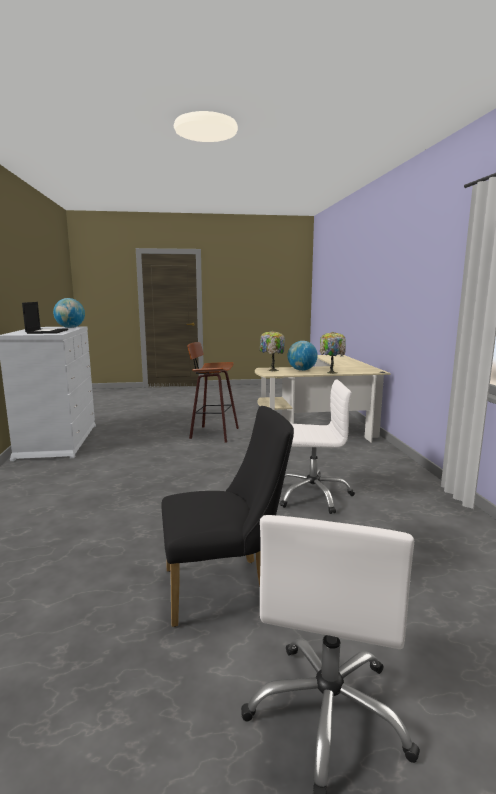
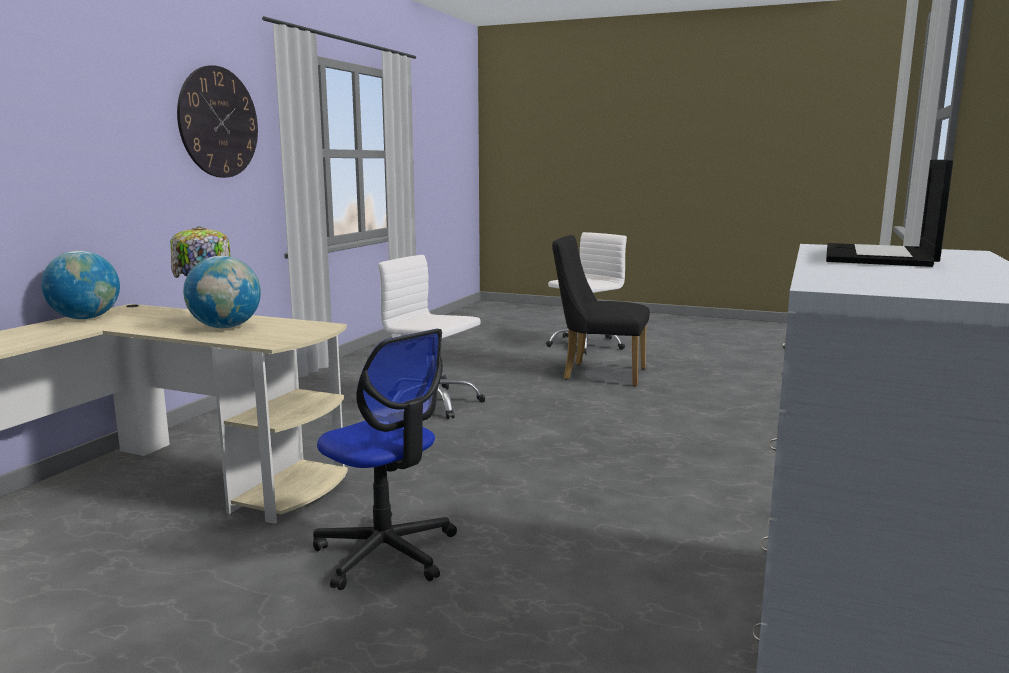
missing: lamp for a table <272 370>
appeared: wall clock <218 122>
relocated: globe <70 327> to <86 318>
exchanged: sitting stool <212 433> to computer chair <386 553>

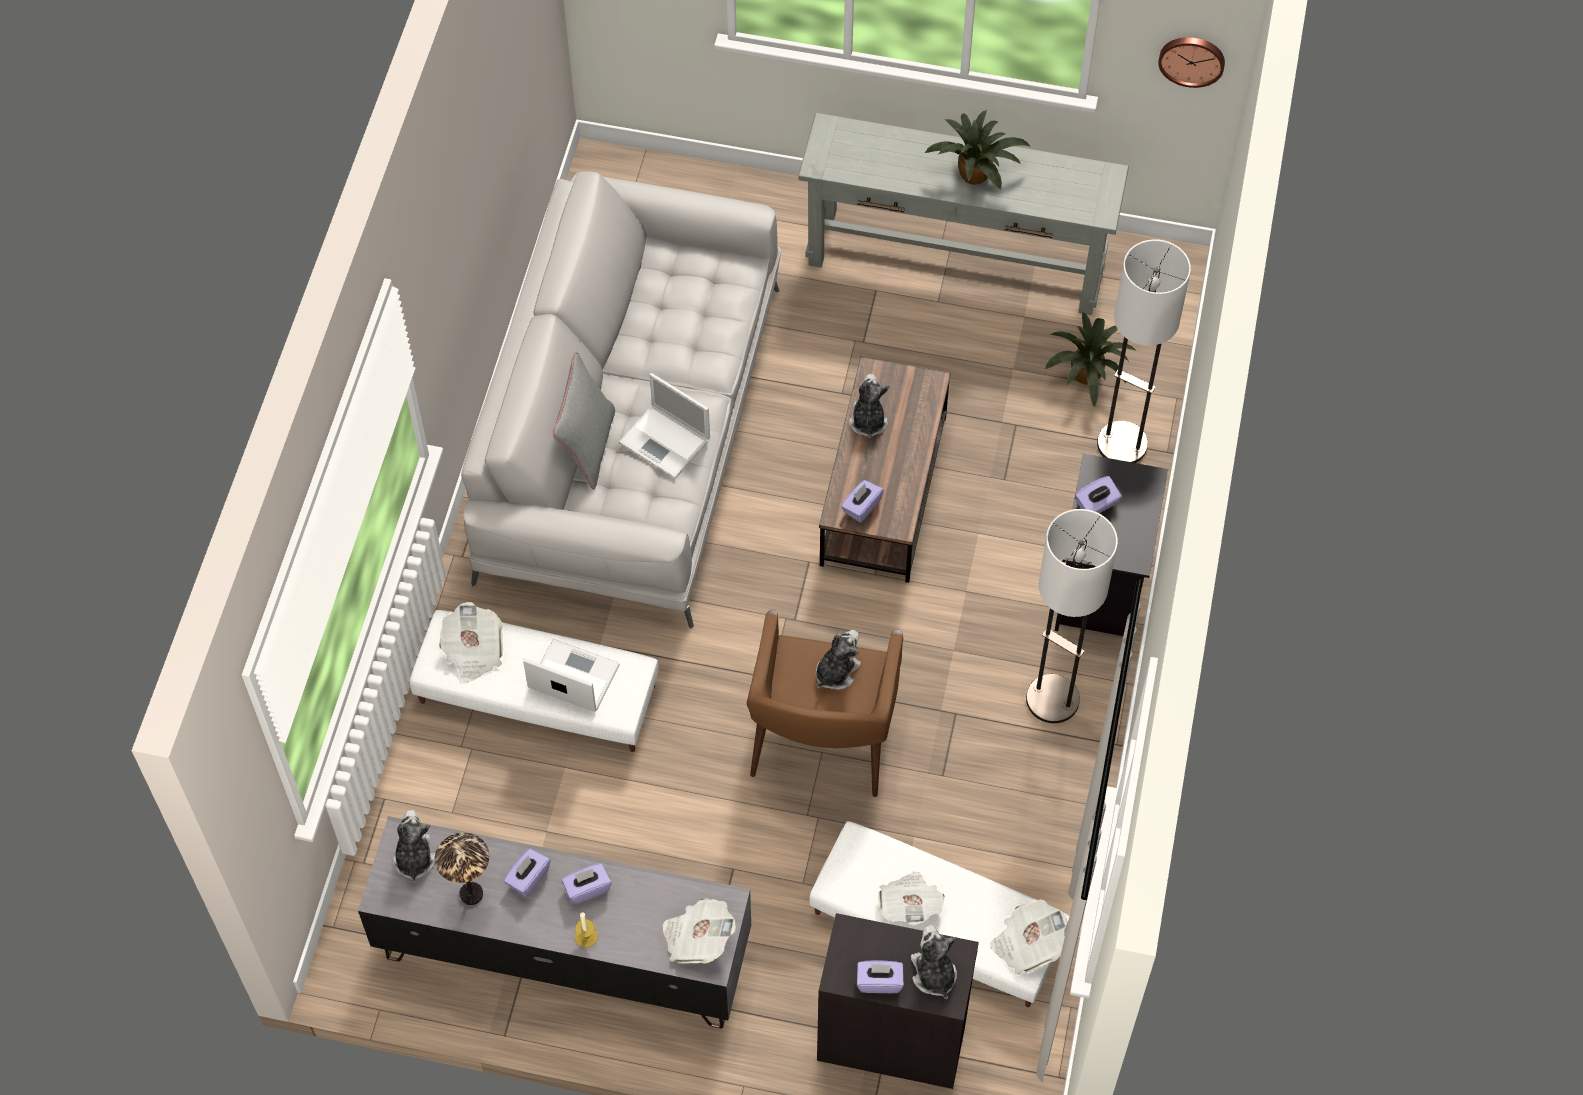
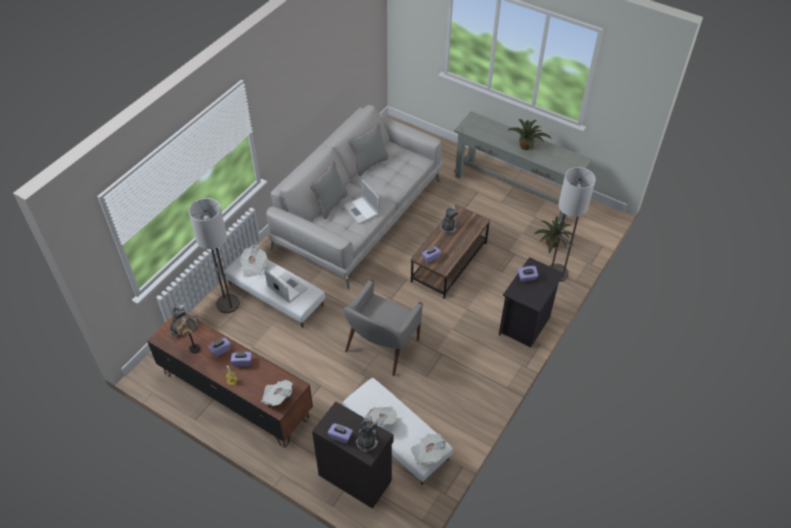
missing: soft toy <836 671>; wall clock <1192 59>
appeared: gray pillow <369 164>
relocated: standing lamp <1053 699> to <228 304>
colour: gray tv stand <563 952> to brownish tv stand <235 395>; brownish lounge chair <822 740> to gray lounge chair <381 347>

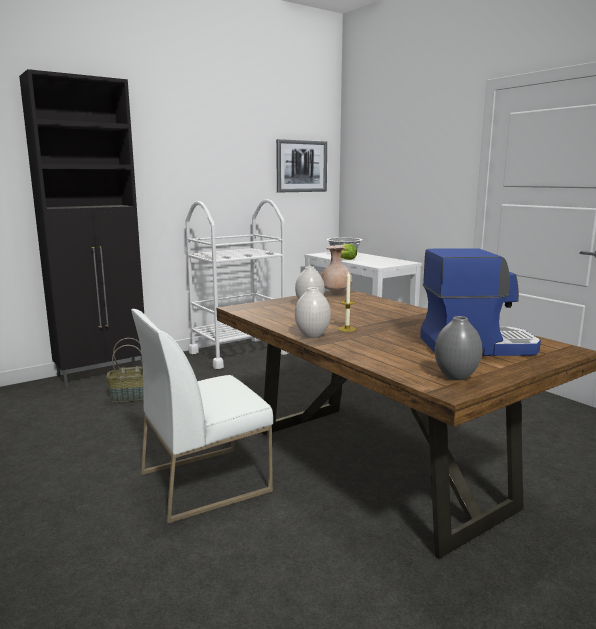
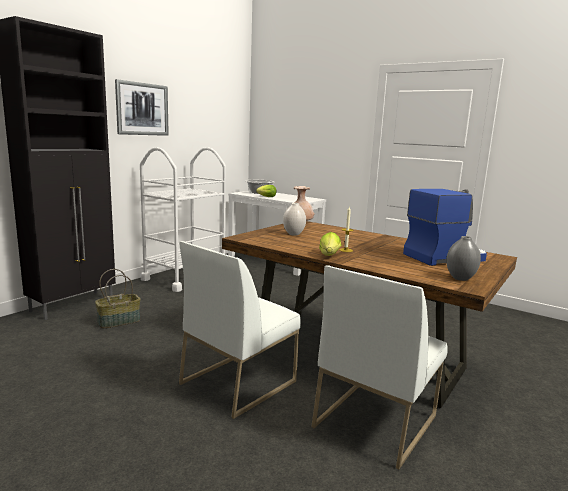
appeared: white-coloured plain chair <374 420>
relocated: picture <301 166> to <142 109>
exchanged: white-coloured decorative vase <313 336> to lettuce head <329 256>

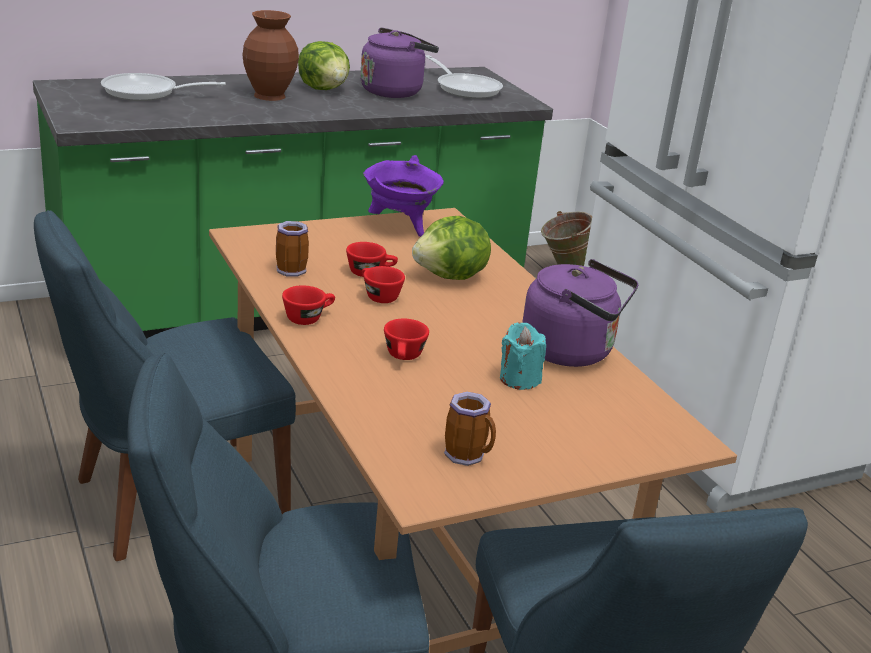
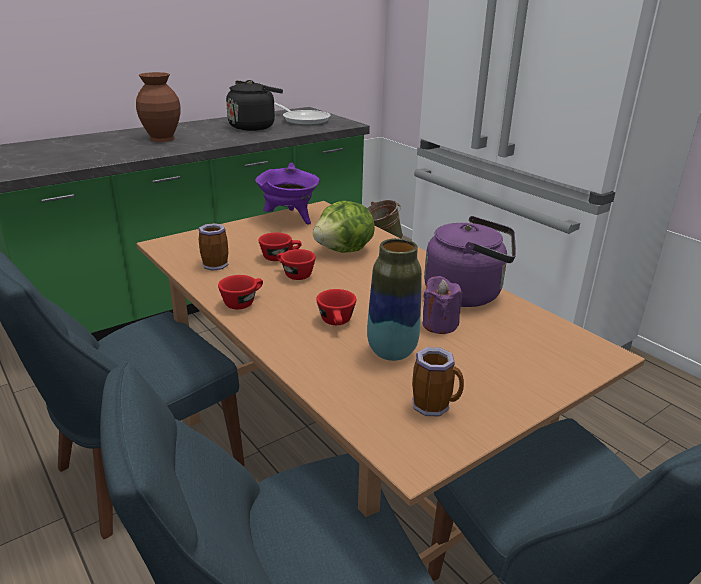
missing: pan <146 93>; lettuce head <324 89>
appeared: decorative vase <392 352>
colour: purplish kettle <394 91> to black kettle <254 126>; turquoise-coloured wax candle <519 379> to purplish wax candle <439 325>

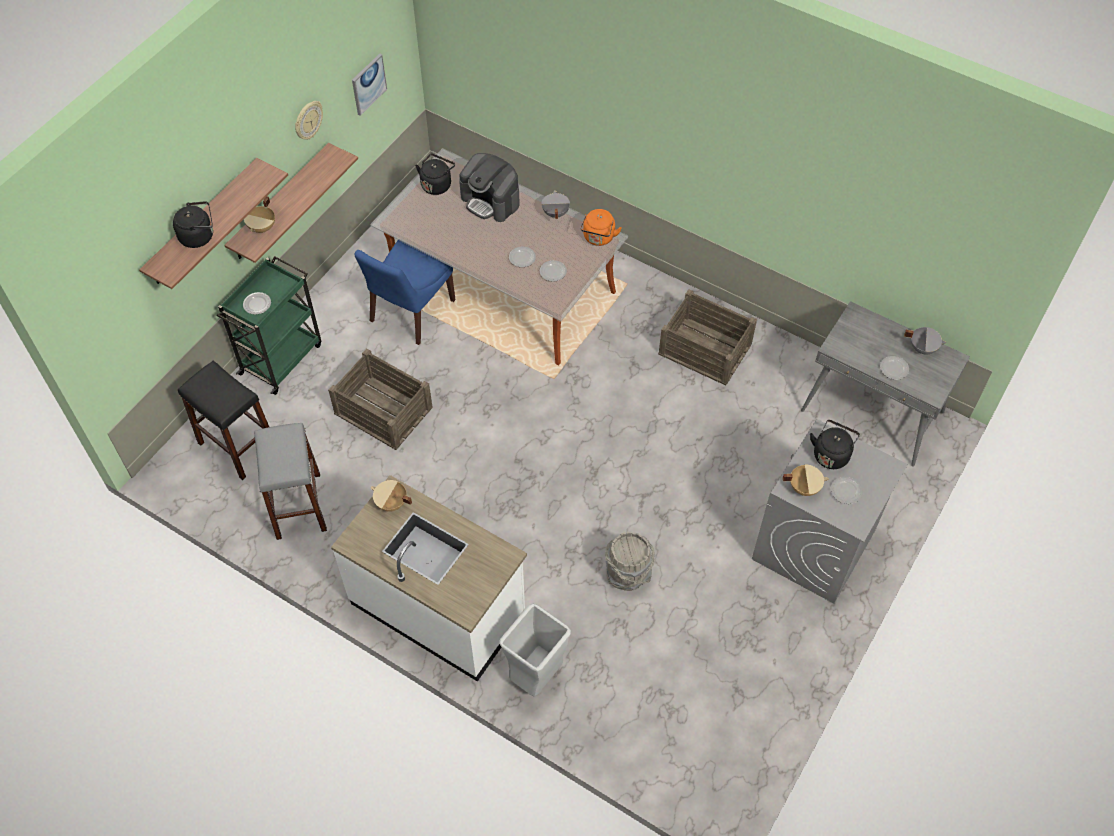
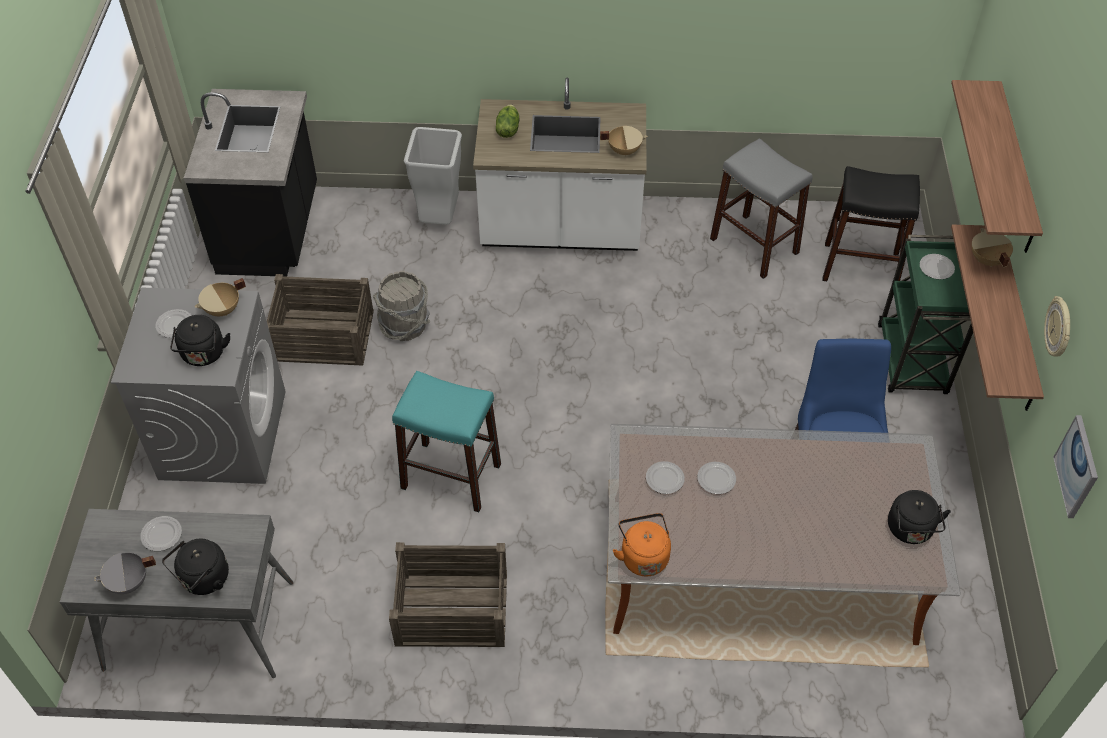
missing: coffee maker <491 201>; gray saucepot <555 213>
appeared: black counter <271 231>; turquoise-coloured sitting stool <451 476>; lettuce head <507 130>
relocated: black kettle <199 236> to <203 580>; shipping crate <383 410> to <323 336>

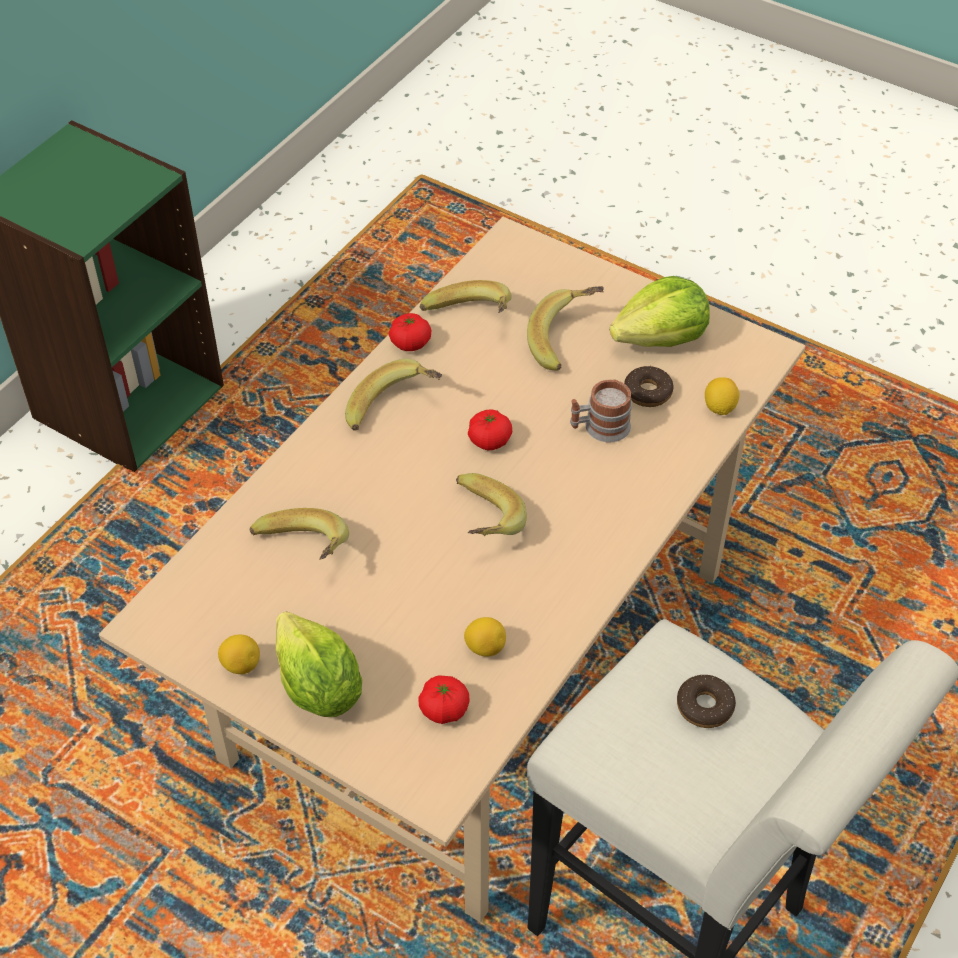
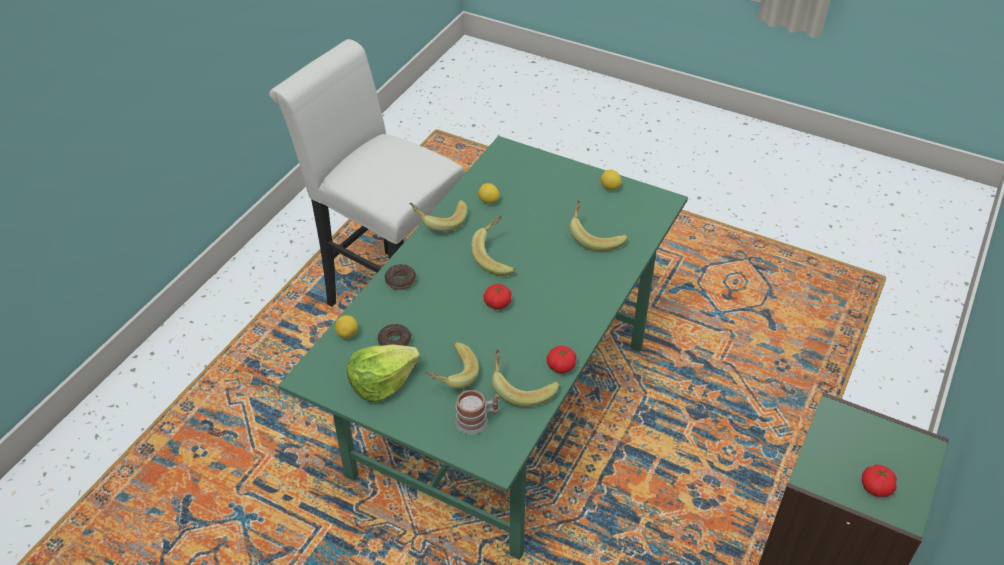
missing: lettuce head <318 688>
relocated: donut <704 706> to <400 280>; whole banana <394 410> to <439 221>; mug <599 427> to <477 420>; whole tomato <444 709> to <876 487>
colour: beige dining table <478 661> to greenish dining table <502 411>

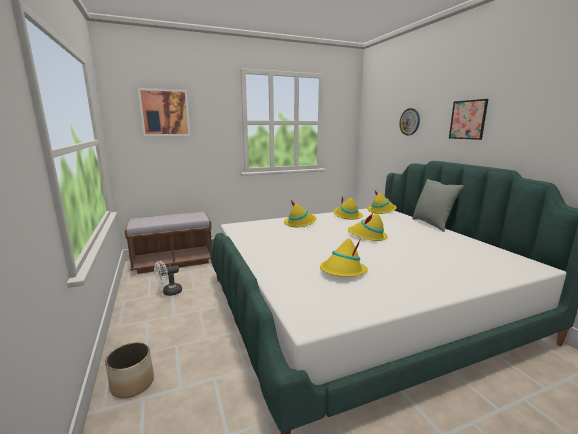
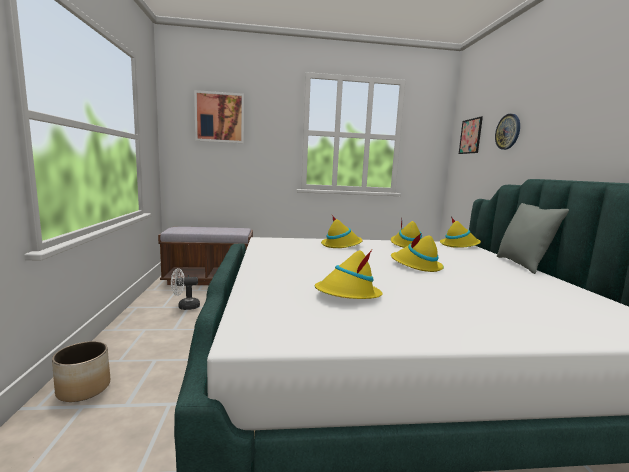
relocated: picture <467 119> to <470 136>

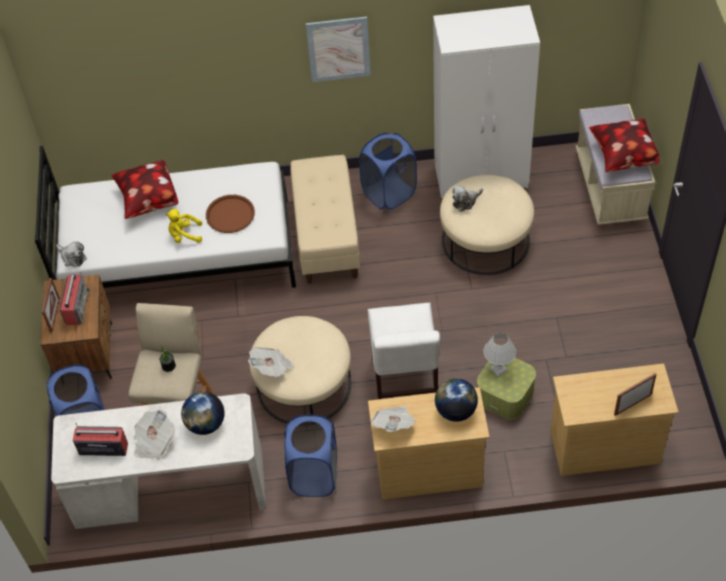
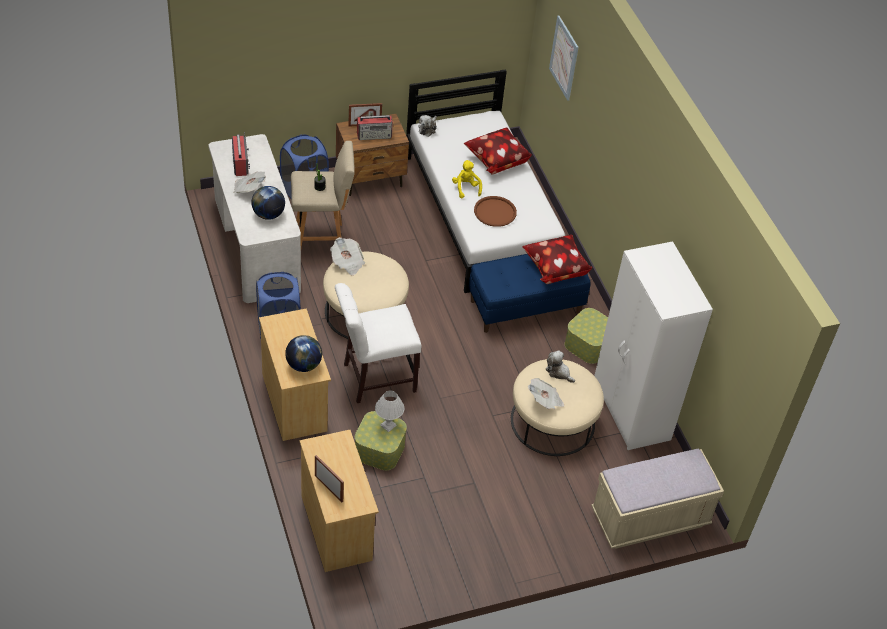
relocated: pillow <622 158> to <554 269>; daily paper <394 424> to <545 401>; picture <338 49> to <564 58>
exchanged: bluish hamper <389 193> to storage container <588 344>
colour: beige bench <326 236> to bluish bench <525 306>

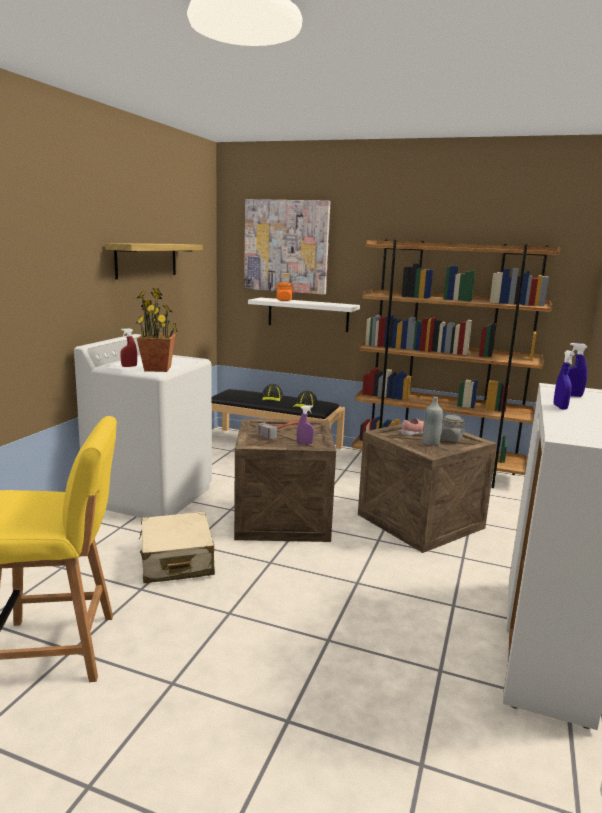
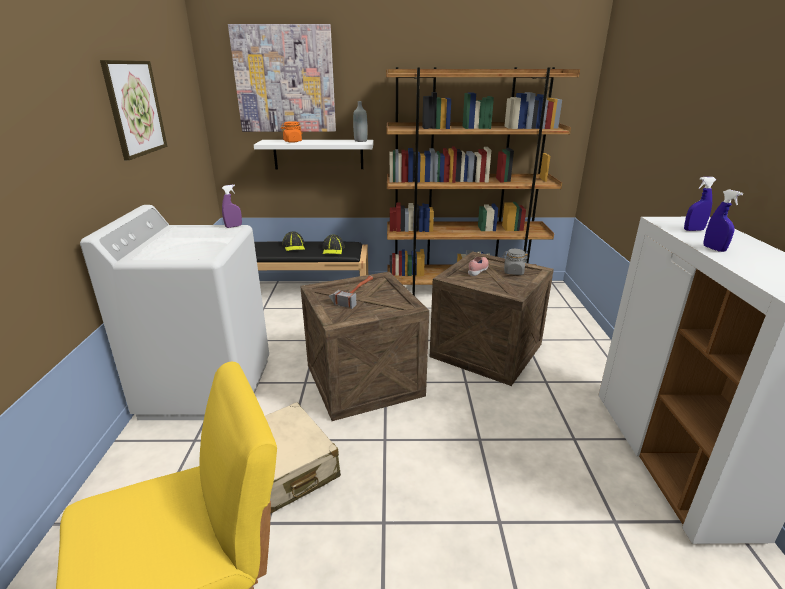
missing: red hand sprayer <129 366>; potted plant <158 369>
relocated: purplish hand sprayer <304 444> to <233 226>; gray drink bottle <430 443> to <360 141>
exchanged: shelf <146 260> to picture <135 108>

